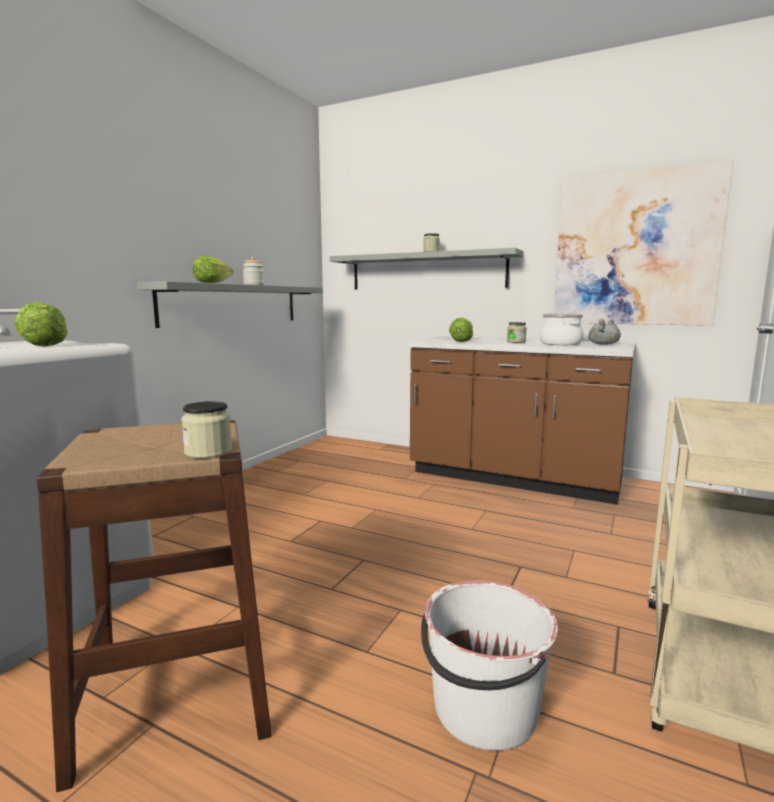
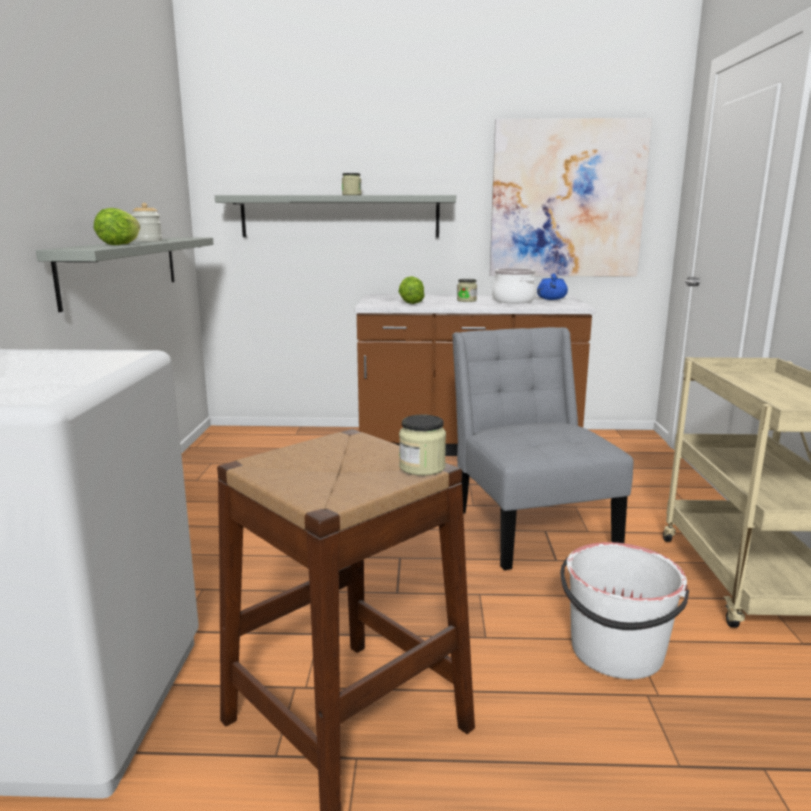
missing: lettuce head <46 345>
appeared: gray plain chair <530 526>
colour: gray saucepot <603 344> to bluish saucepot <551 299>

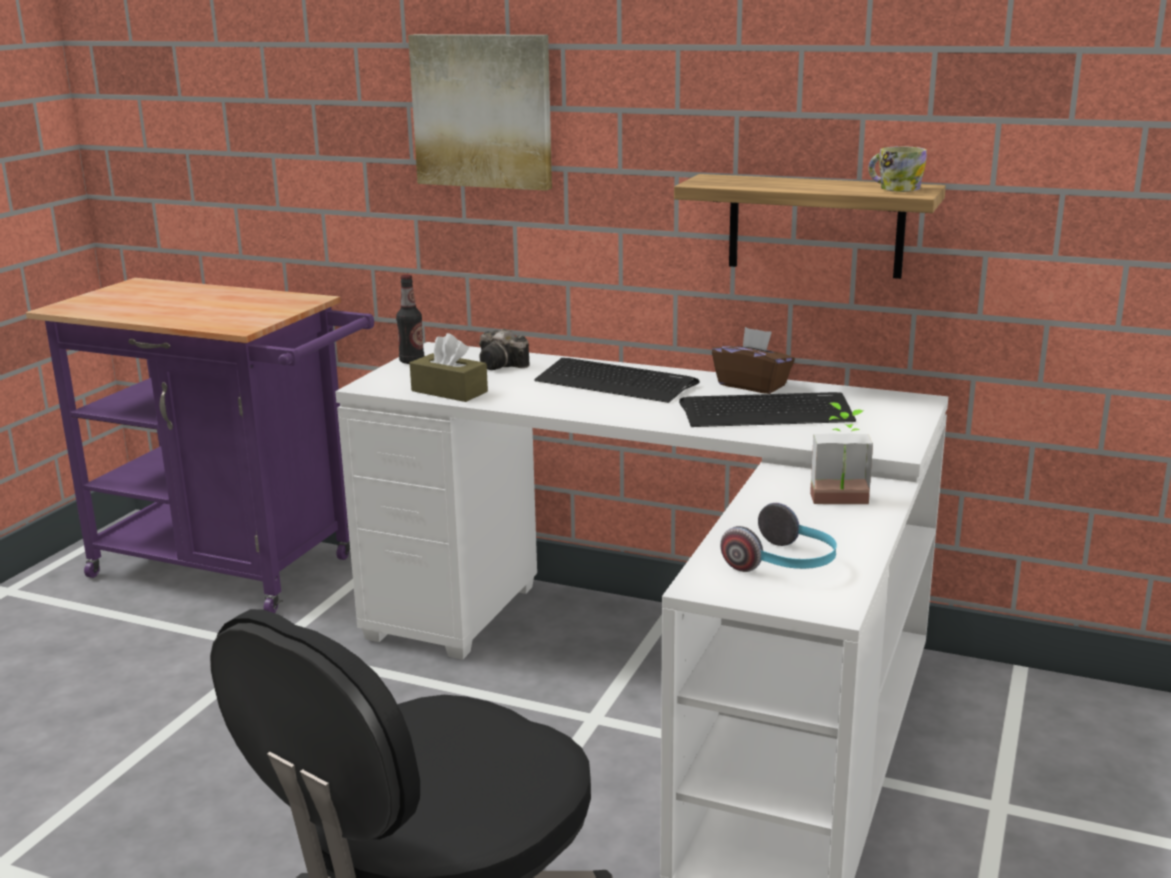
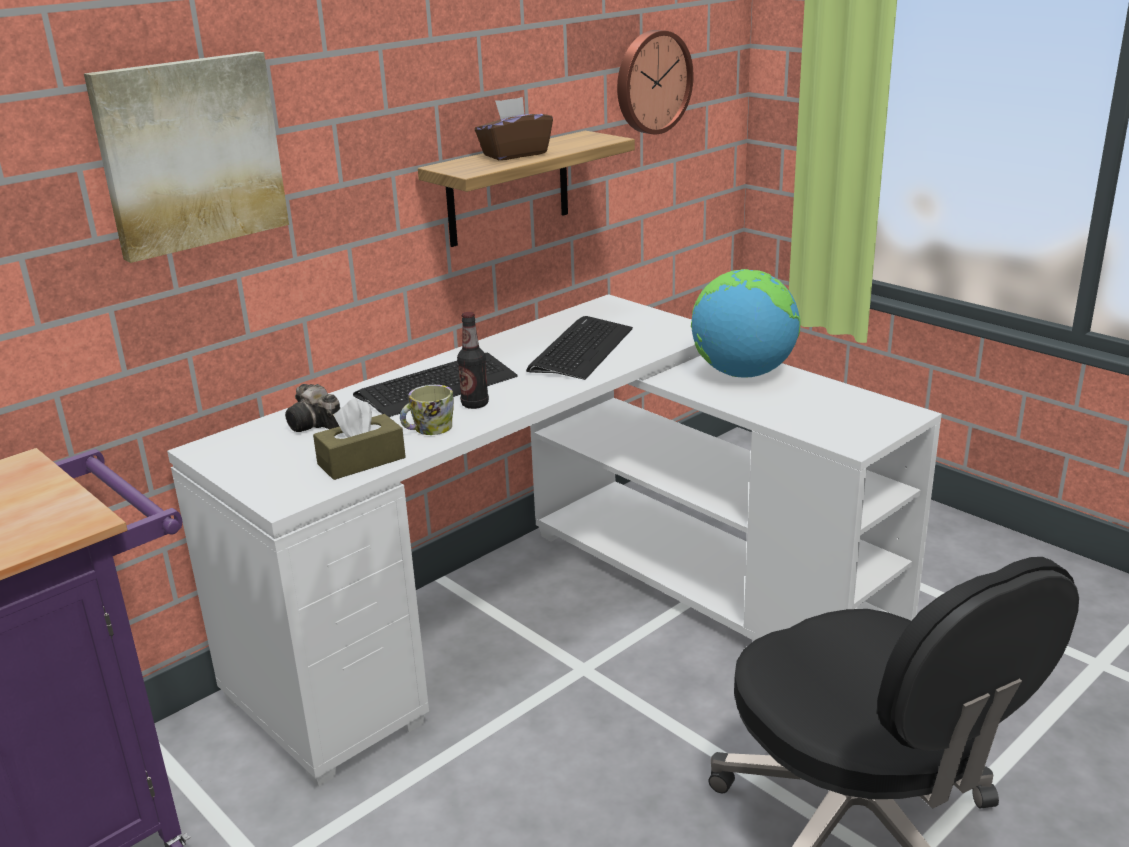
missing: headset <784 564>
appeared: wall clock <651 82>
relocated: mug <894 189> to <428 429>; drink bottle <412 361> to <475 404>; brownish tissue holder <752 385> to <514 154>
exchanged: potted plant <841 503> to globe <742 373>
spun: photo camera <502 365> = <315 425> 75 degrees clockwise

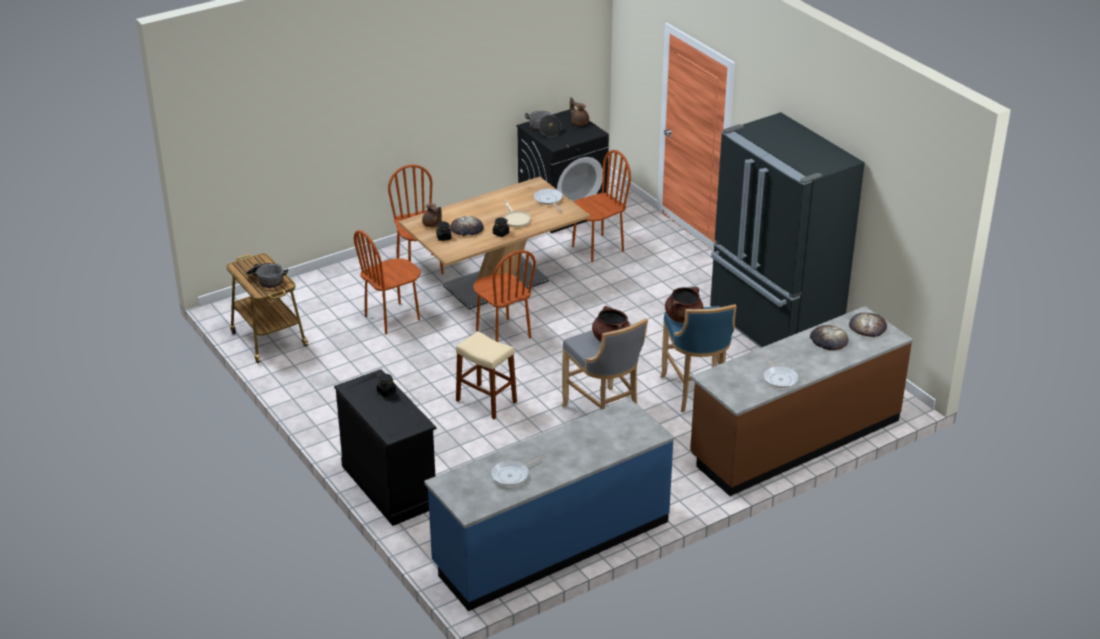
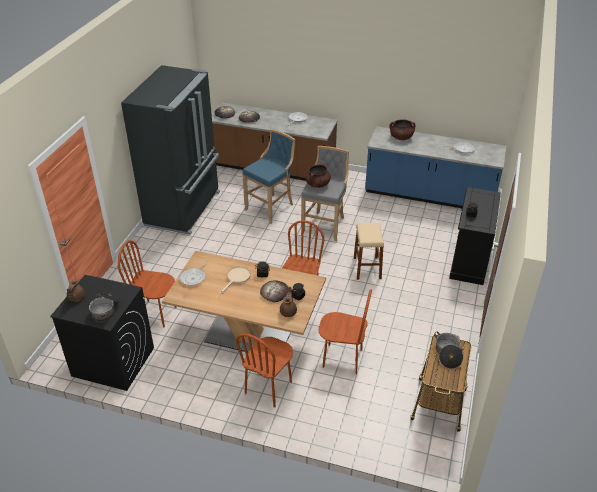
relocated: brownish saucepot <683 317> to <401 137>

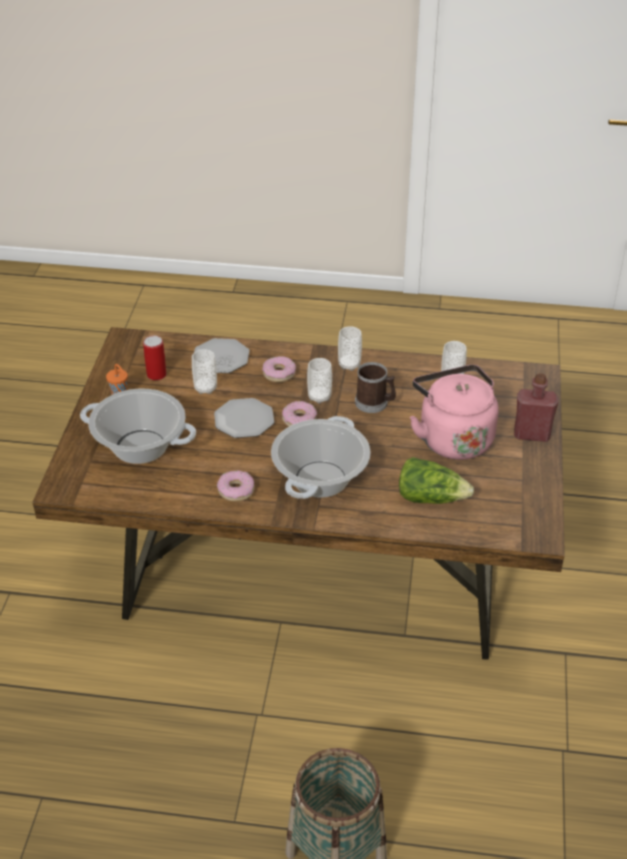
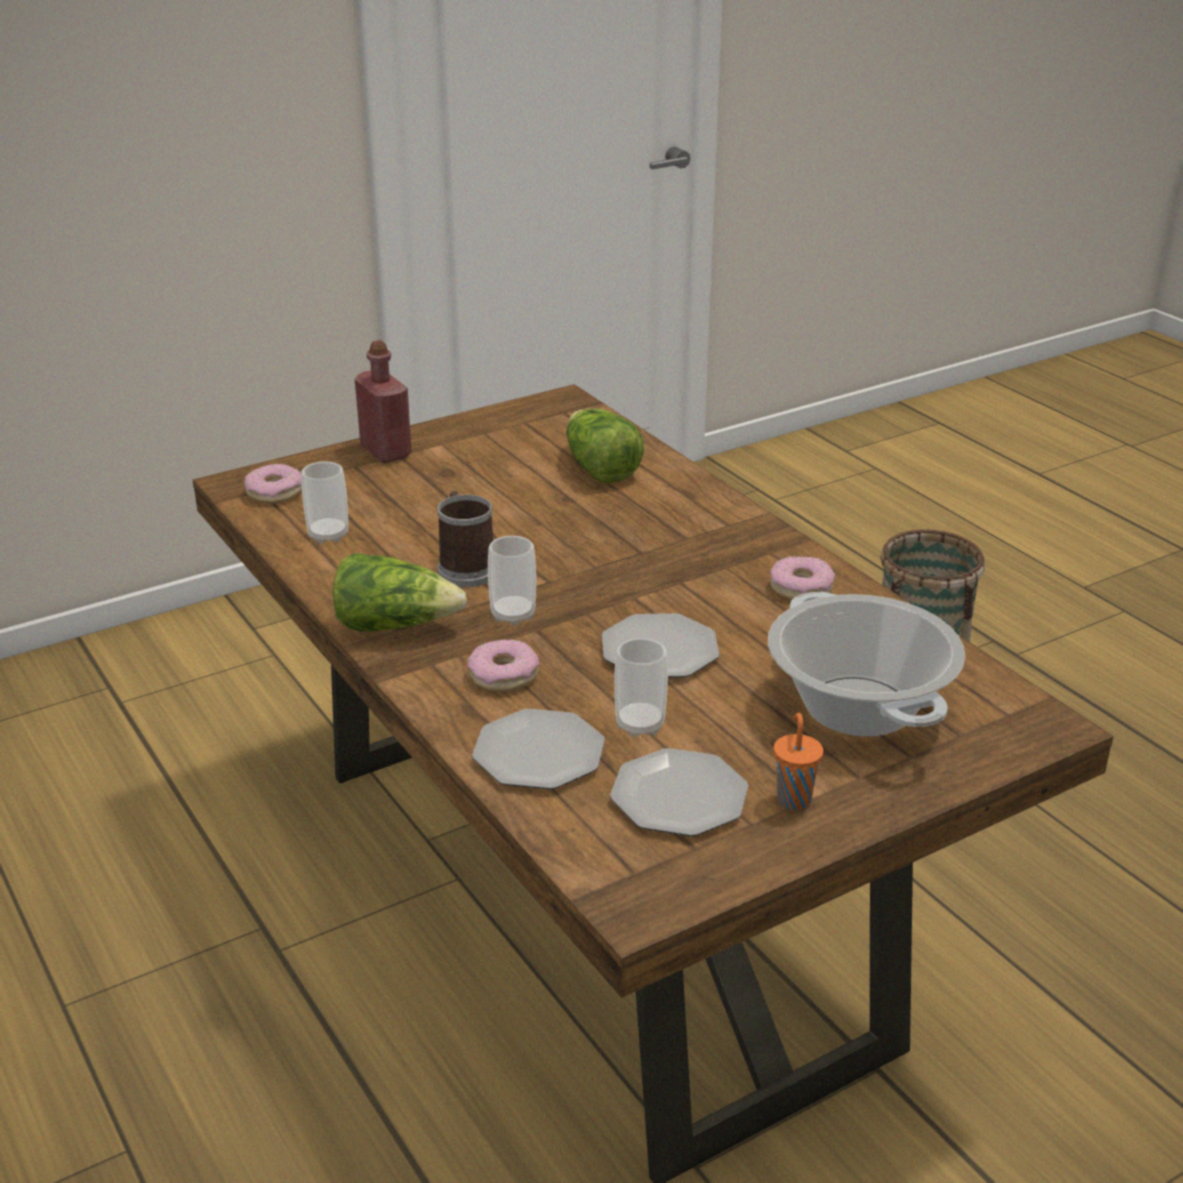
missing: saucepot <321 479>; pink-coloured kettle <453 438>
relocated: donut <299 419> to <275 492>
exchanged: drinking cup <349 365> to lettuce head <395 625>; can <156 374> to flat dish <680 797>

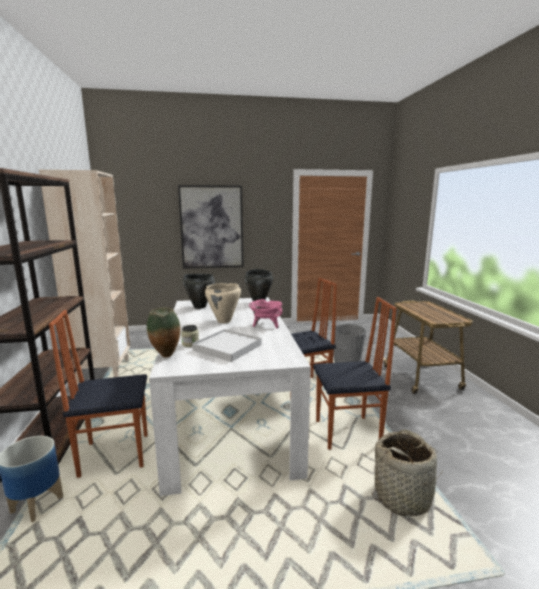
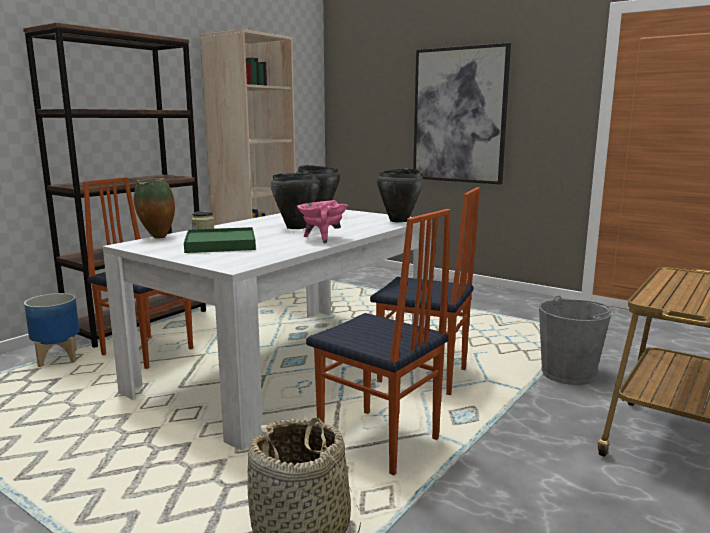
colour: white-coloured serving tray <227 347> to greenish serving tray <221 244>; beige saucepot <224 321> to black saucepot <296 227>

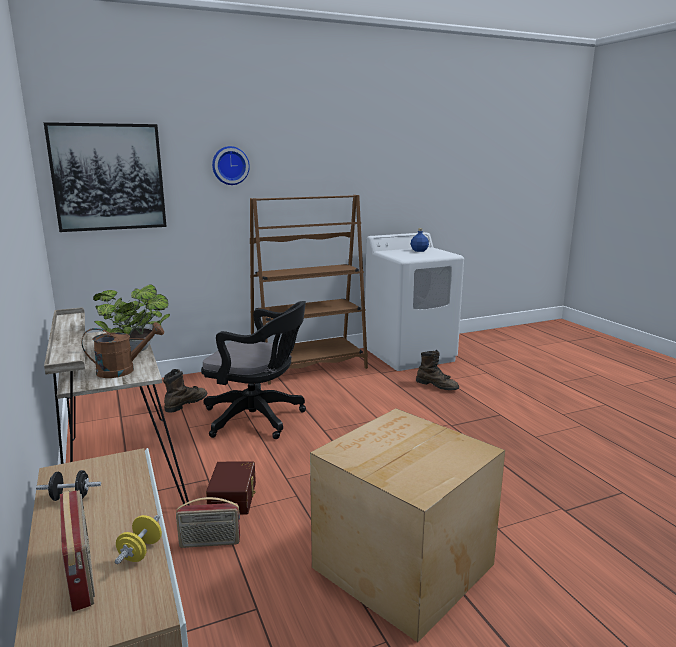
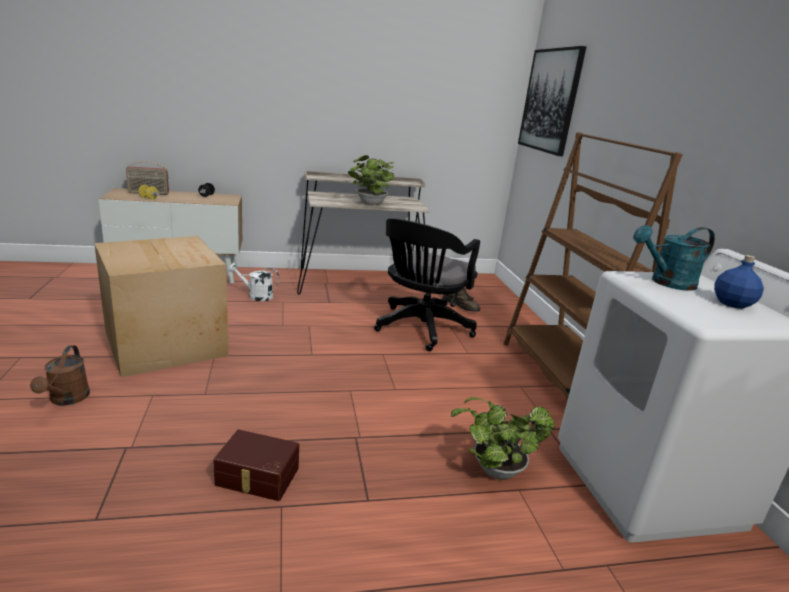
missing: wall clock <230 165>
appeared: turquoise-coloured sprinkling can <666 283>
relocated: brownish sprinkling can <123 370> to <67 399>; brownish storage container <234 497> to <257 477>
exchanged: radio receiver <209 543> to white-coloured sprinkling can <256 296>; brownish boot <437 386> to potted plant <493 470>

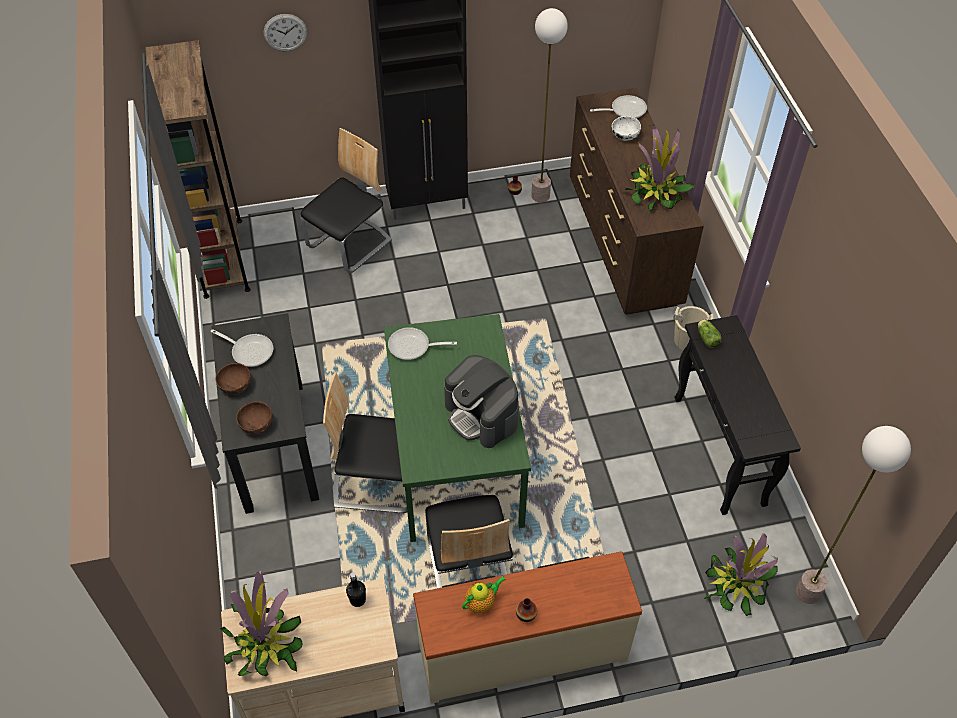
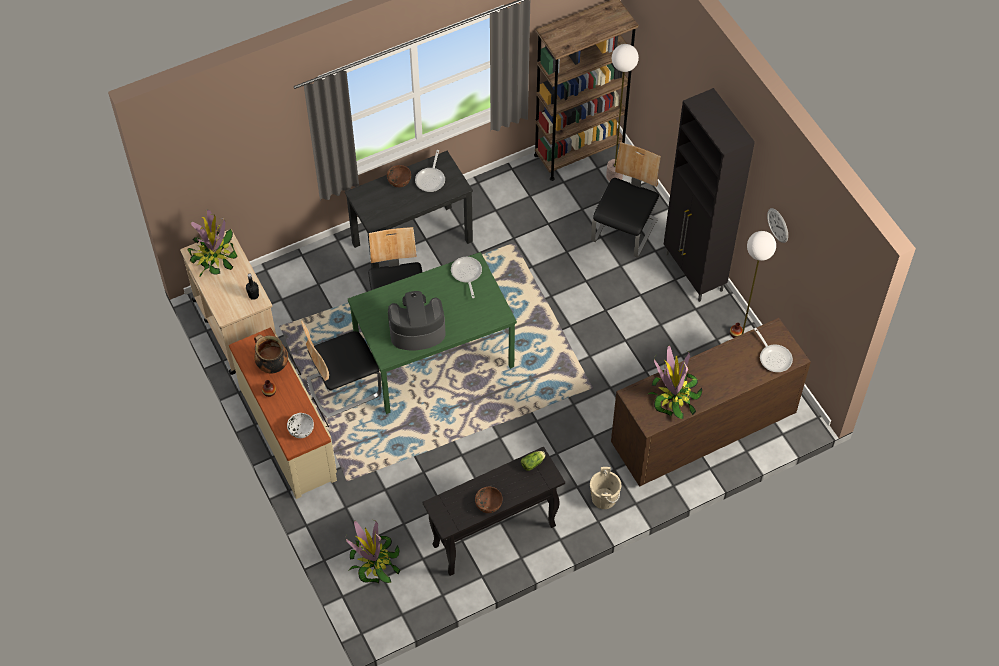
relocated: white-coloured bowl <624 135> to <301 429>; brownish bowl <256 424> to <488 503>; standing lamp <808 593> to <614 176>; wall clock <285 32> to <778 225>
exchanged: pot for tea <481 602> to saucepot <272 366>
spun: coffee maker <482 415> = <417 331> 45 degrees clockwise; plain chair <350 244> = <625 231> 90 degrees counterclockwise

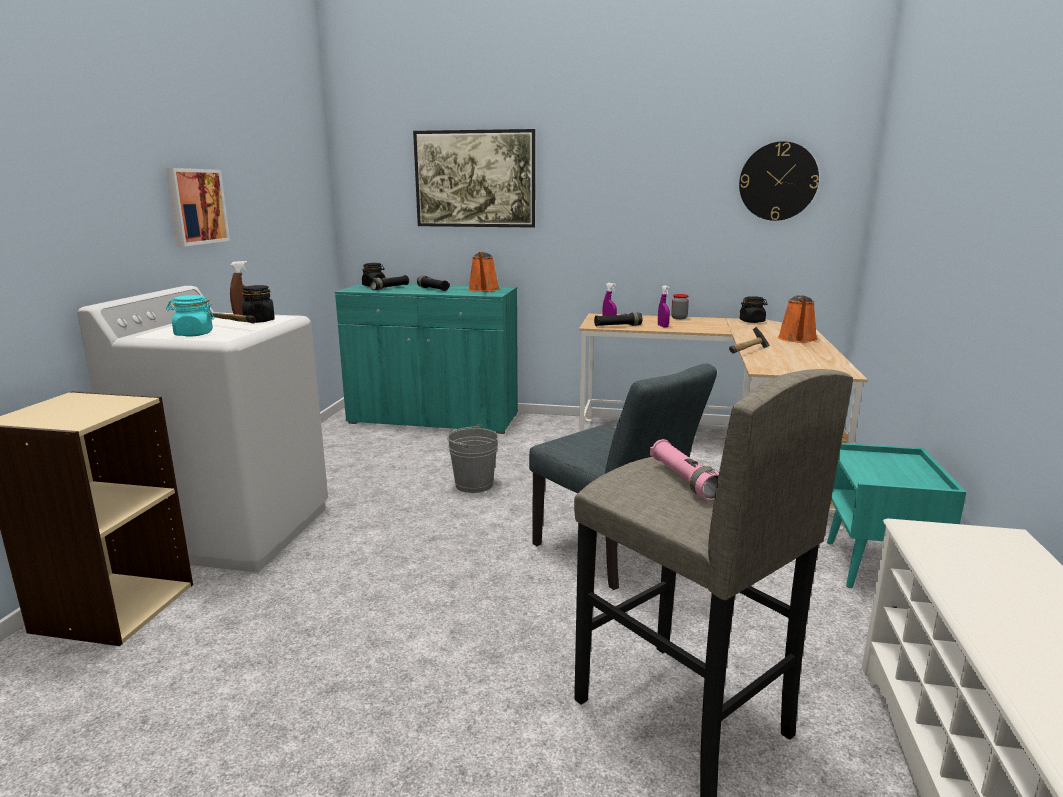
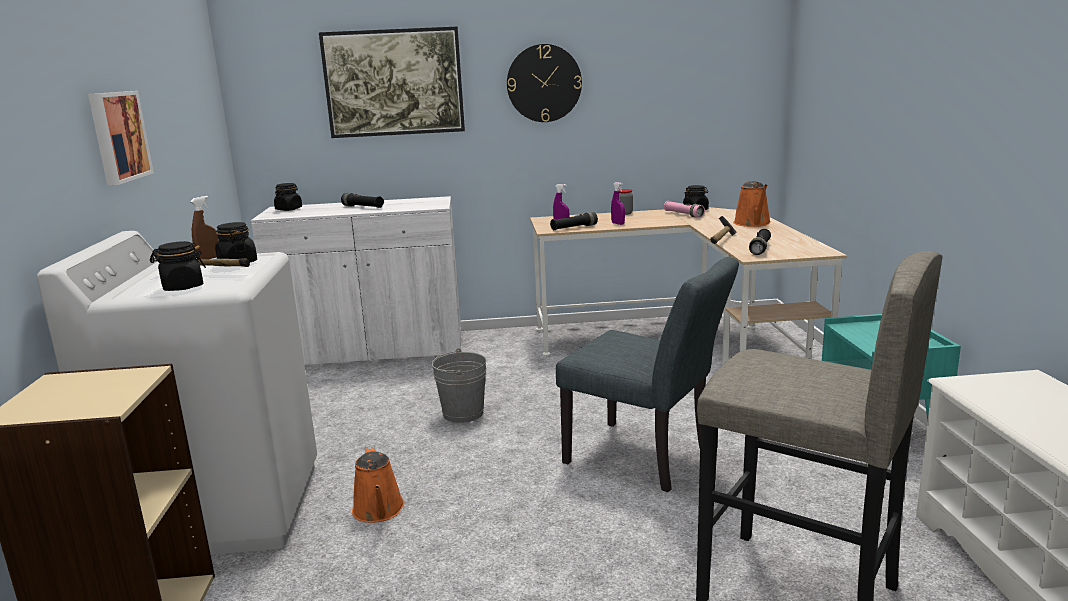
relocated: orangey sprinkling can <483 290> to <379 511>; wall clock <778 181> to <544 83>; pink-coloured hand torch <684 480> to <683 215>; black hand torch <390 288> to <760 249>
colour: turquoise-coloured jar <193 334> to black jar <182 287>; turquoise-coloured cabinet <433 419> to white-coloured cabinet <372 351>

